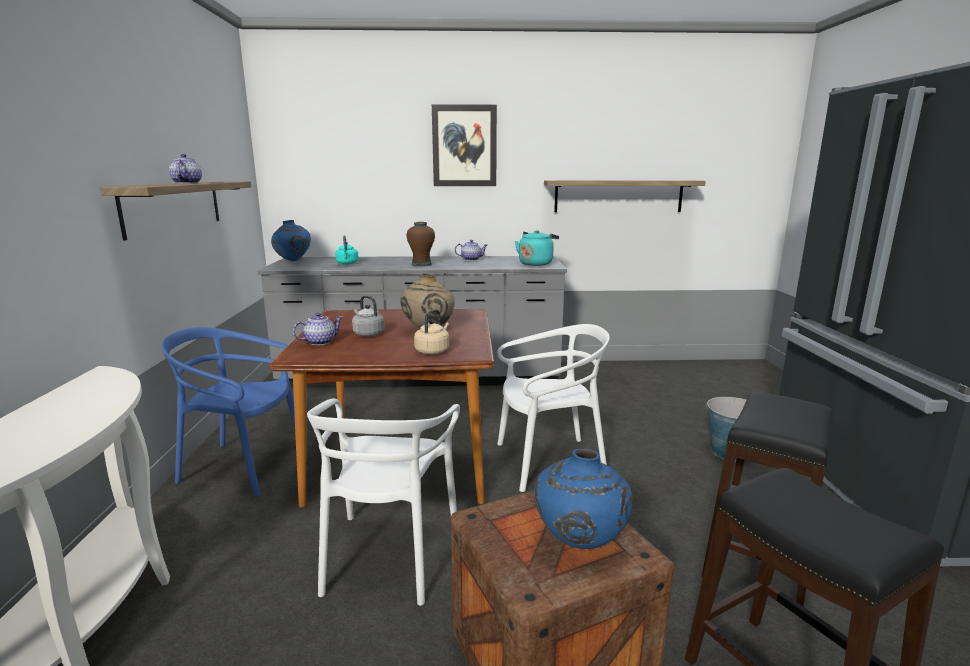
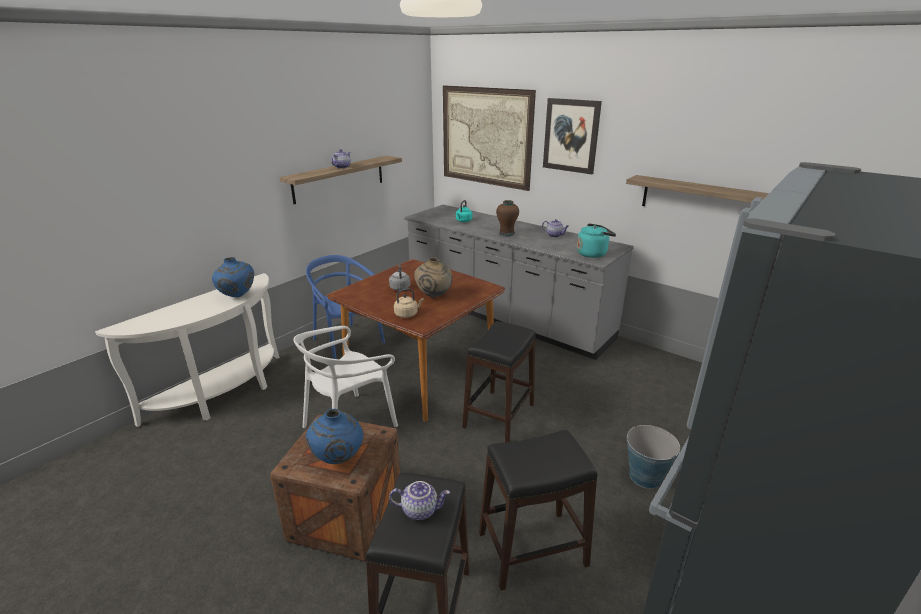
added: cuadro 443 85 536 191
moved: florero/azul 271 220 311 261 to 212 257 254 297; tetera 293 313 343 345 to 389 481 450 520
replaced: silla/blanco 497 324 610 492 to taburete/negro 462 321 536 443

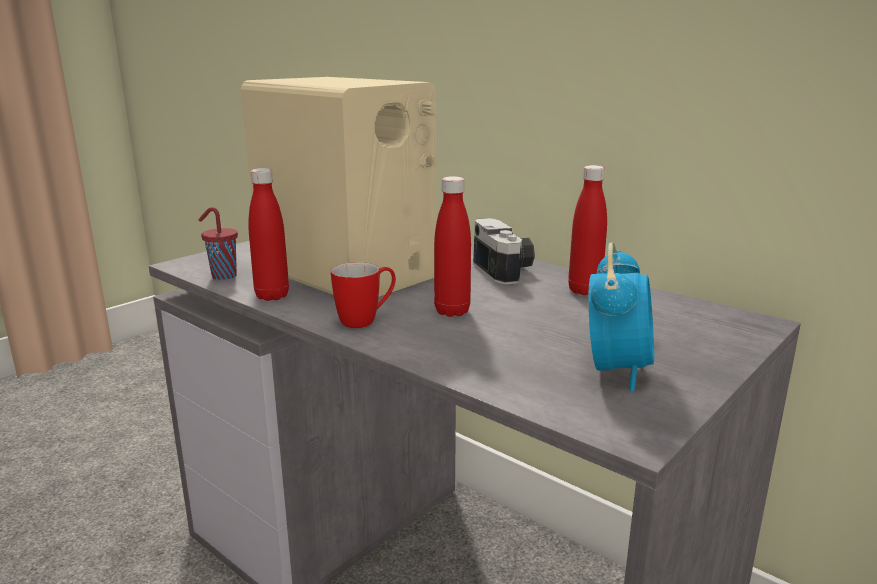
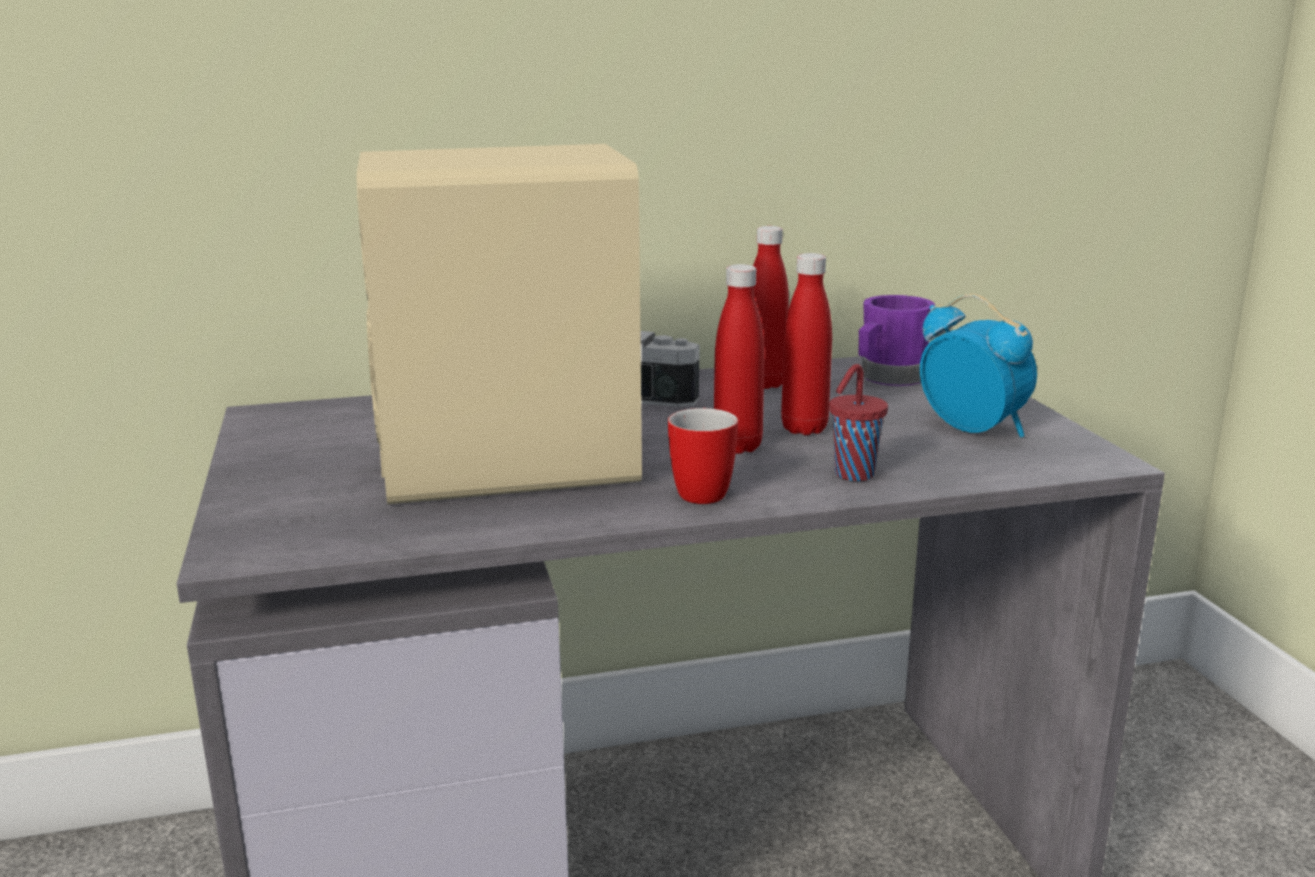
added: taza grande/morado 859 295 935 386
moved: botella/rojo 248 168 289 301 to 781 253 832 435; taza/rojo 199 207 238 280 to 829 364 888 481

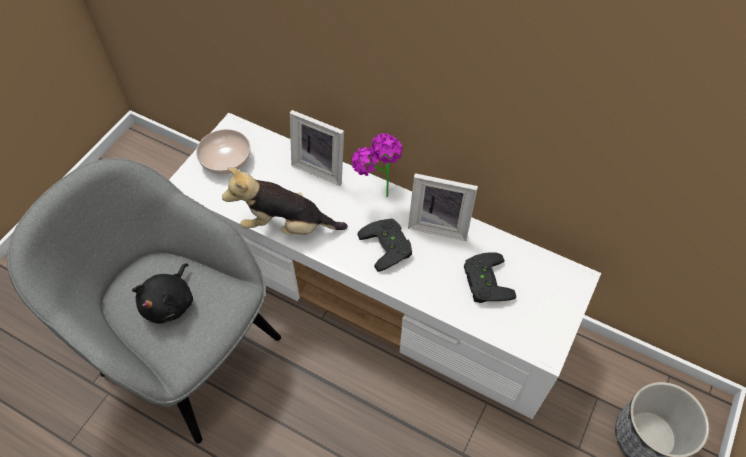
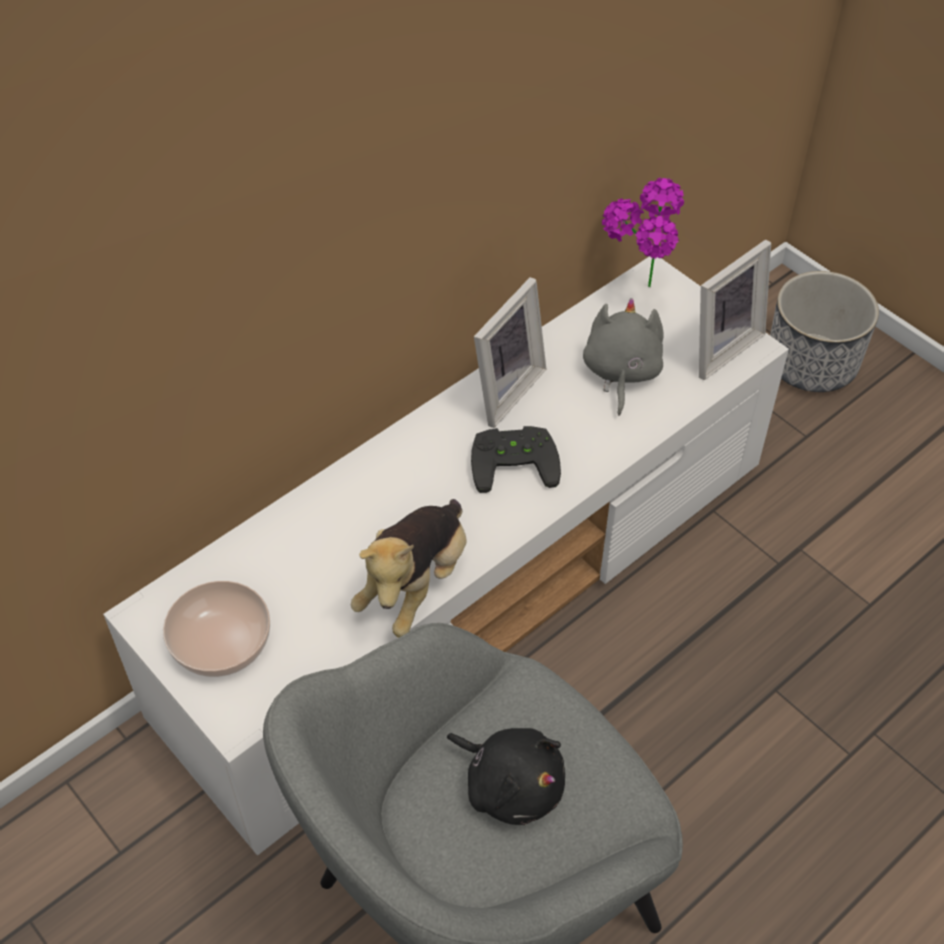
moved: portarretratos 290 110 344 186 to 699 239 771 380; planta en maceta 351 133 403 197 to 602 178 684 287
replaced: mando de consola/negro 464 252 516 303 to peluche/gris 583 298 663 416

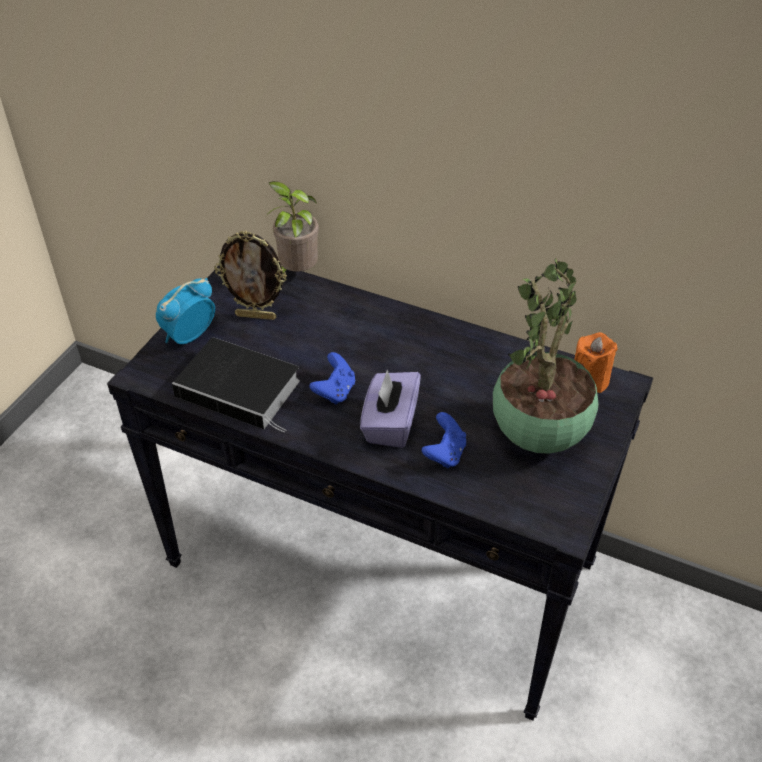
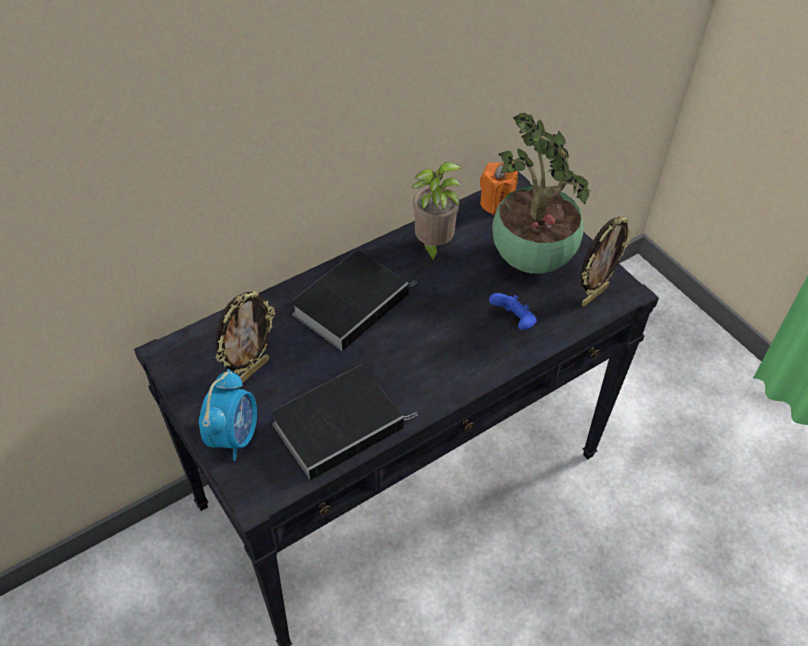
removed: mando de consola/azul 310 352 355 404; caja de pañuelos/morado 360 370 421 448
added: portarretratos 581 216 631 307; libro 291 250 417 351
moved: planta en maceta 266 181 319 273 to 411 162 461 265
turned: despertador 156 278 215 344 = 199 369 257 461 150 degrees counterclockwise

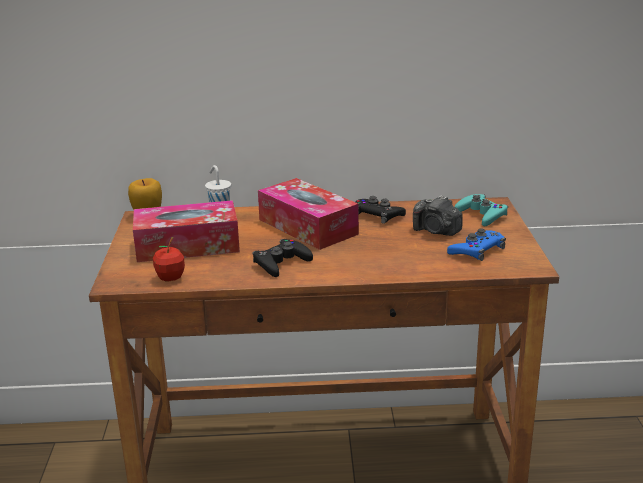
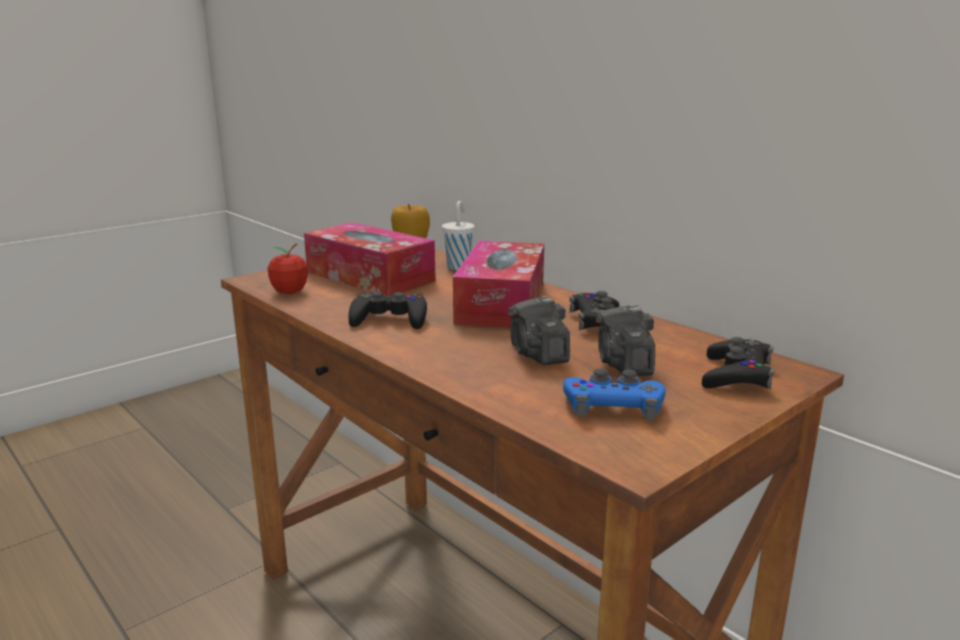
added: cámara 508 296 570 365
recoloured: mando de consola/turquesa 455 194 508 226 to mando de consola/negro 702 337 774 389

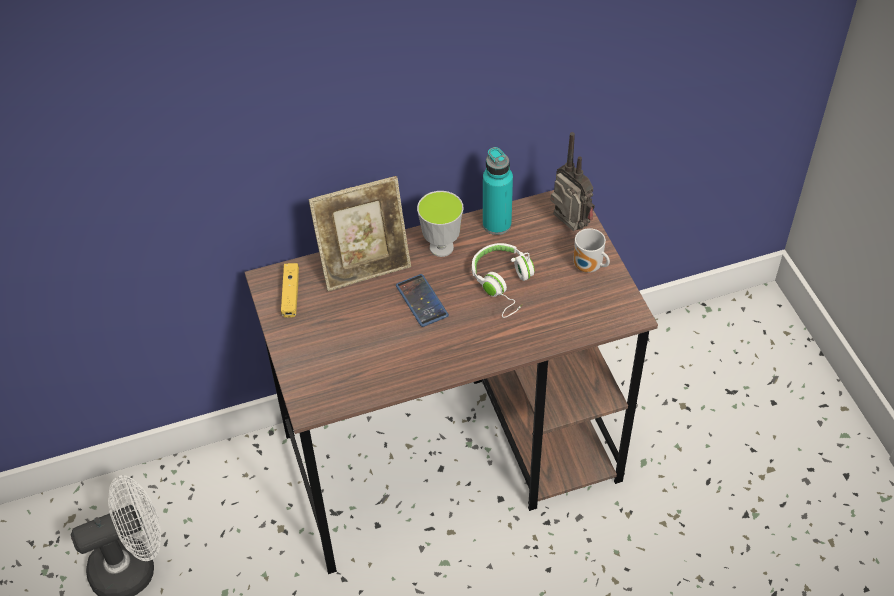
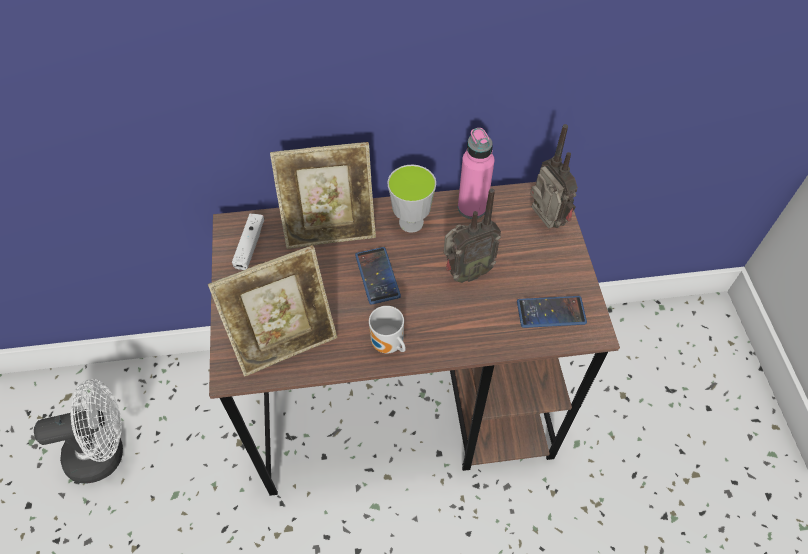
added: portarretratos 208 245 337 377; móvil 517 296 587 328
moved: taza grande 573 228 610 273 to 369 306 406 353
replaced: auriculares/blanco 472 243 535 318 to radio 444 188 501 283
recoloured: botella/turquesa 483 147 513 235 to botella/rosa 458 128 494 219; mando de consola/amarillo 281 263 299 318 to mando de consola/blanco 232 213 265 270

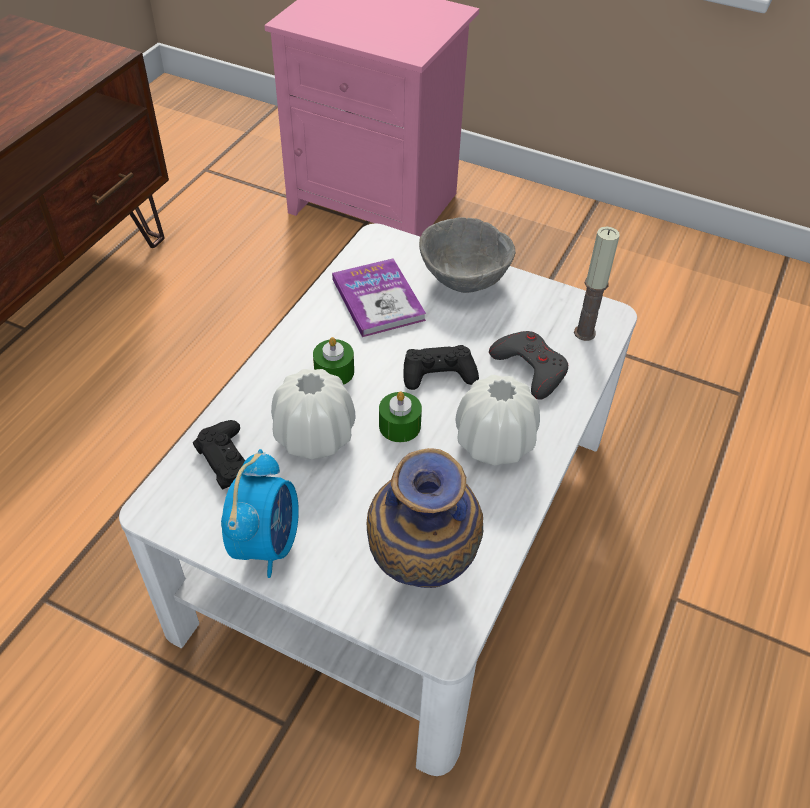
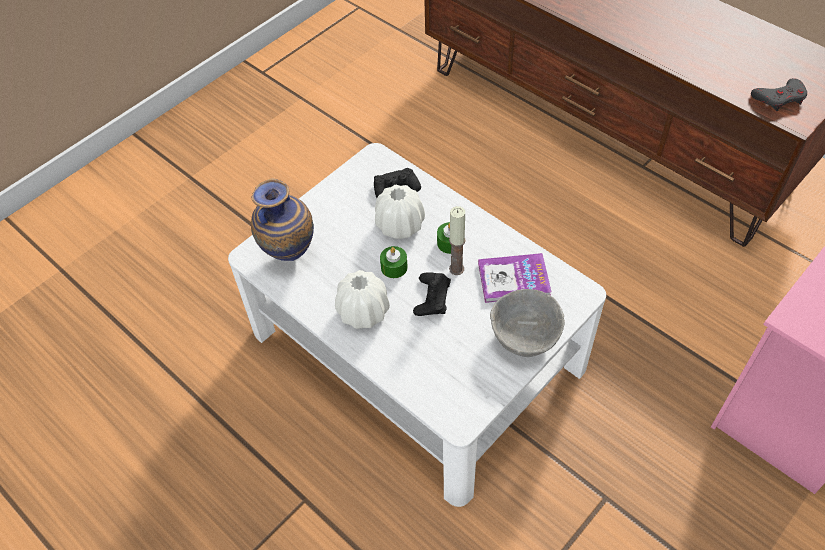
removed: despertador 221 449 299 578
moved: vela 574 226 620 341 to 449 206 465 275; mando de consola/gris 489 331 569 400 to 751 78 807 111

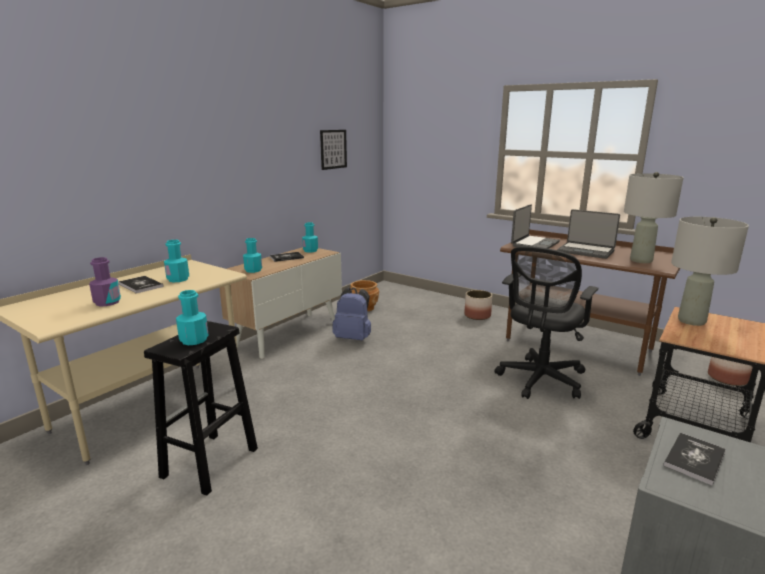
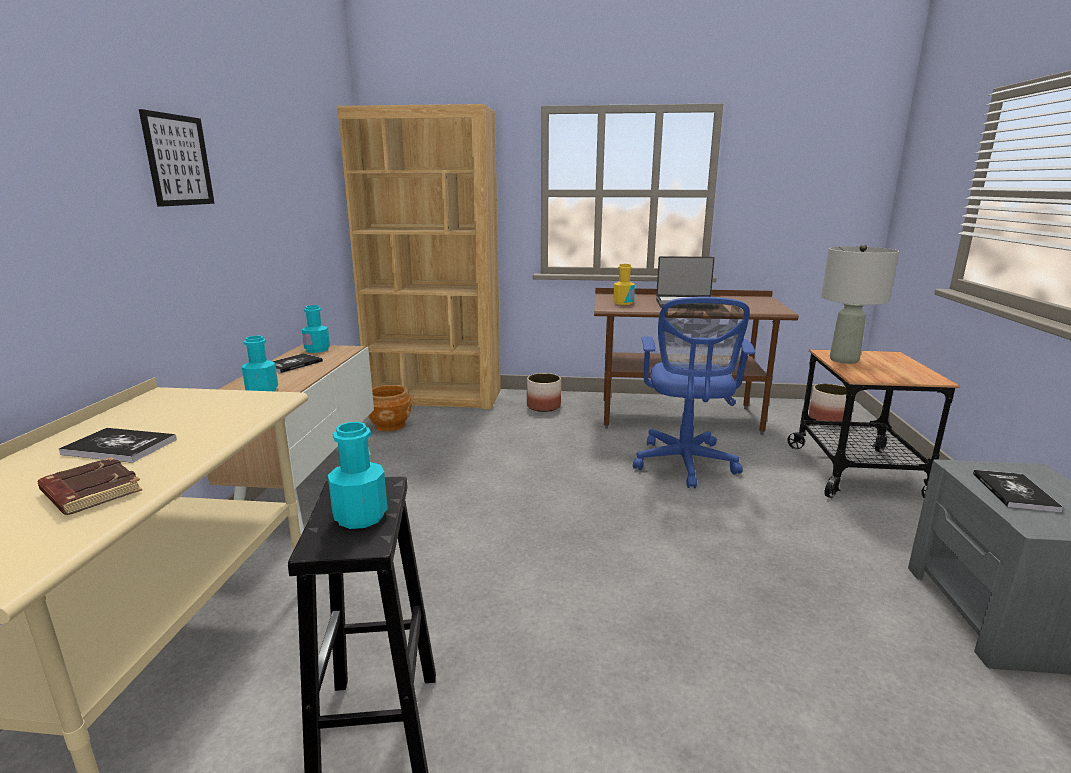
removed: lámpara de mesa/gris 624 172 684 263; botella/turquesa 164 240 189 282; mochila/azul 332 288 371 340
added: estantería/marrón 337 104 501 409
moved: cuadro 320 130 347 170 to 139 109 215 207
replaced: portátil 511 204 560 249 to botella/amarillo 613 264 635 305; botella/morado 89 257 121 306 to libro/marrón 37 457 142 515
recoloured: silla de oficina/negro 495 246 598 399 to silla de oficina/azul 633 297 755 488

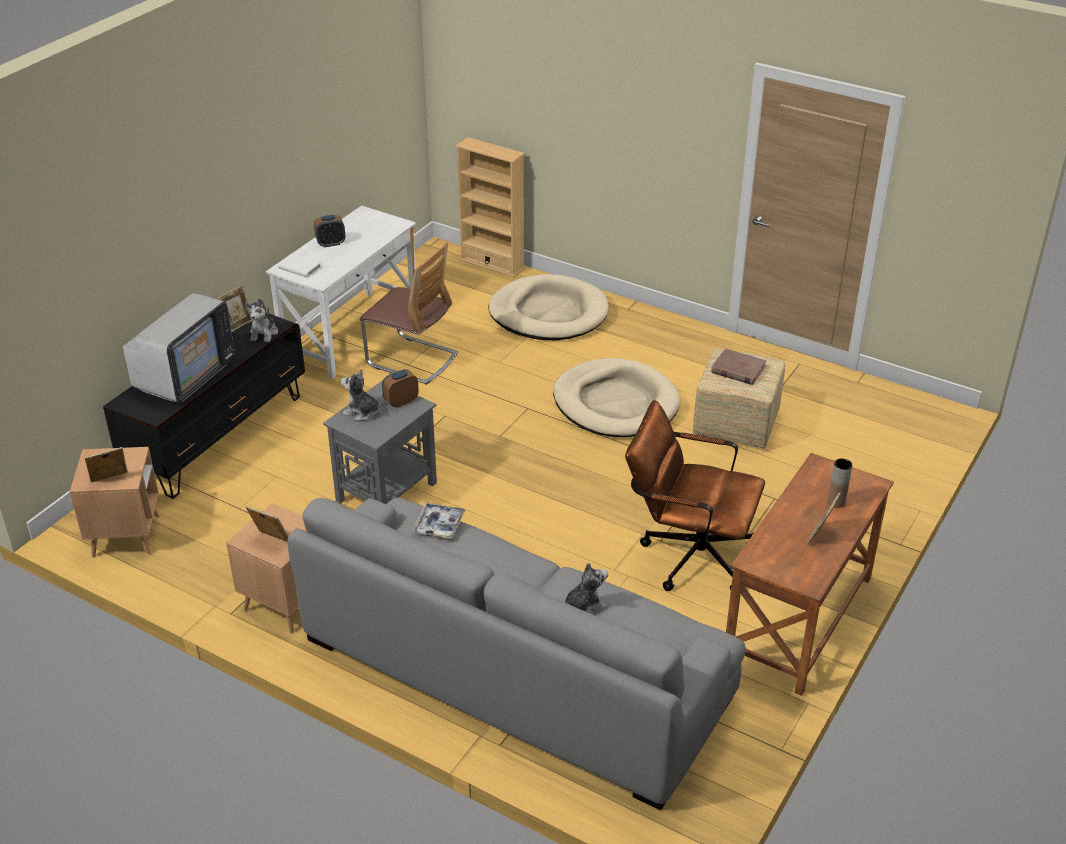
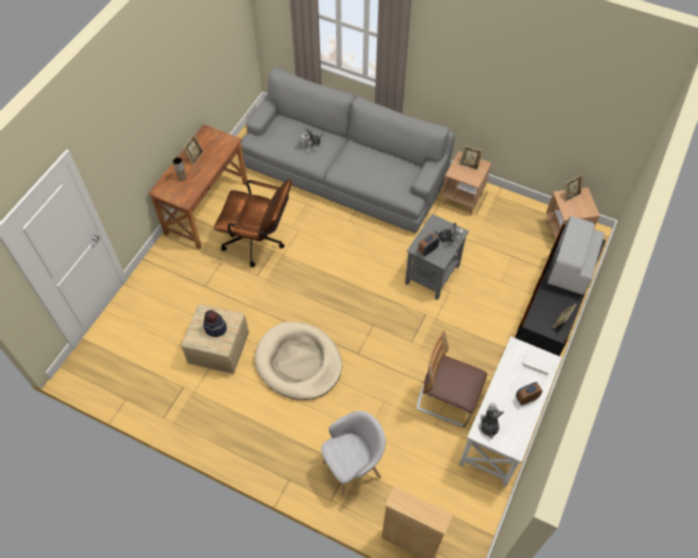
removed: bandeja 412 503 465 539
moved: peluche 244 298 278 342 to 478 403 504 439
replaced: cama para perro/beis 488 274 609 340 to sillón/gris 321 411 386 497; libro/marrón 711 349 766 385 to sombrero 204 310 227 337

